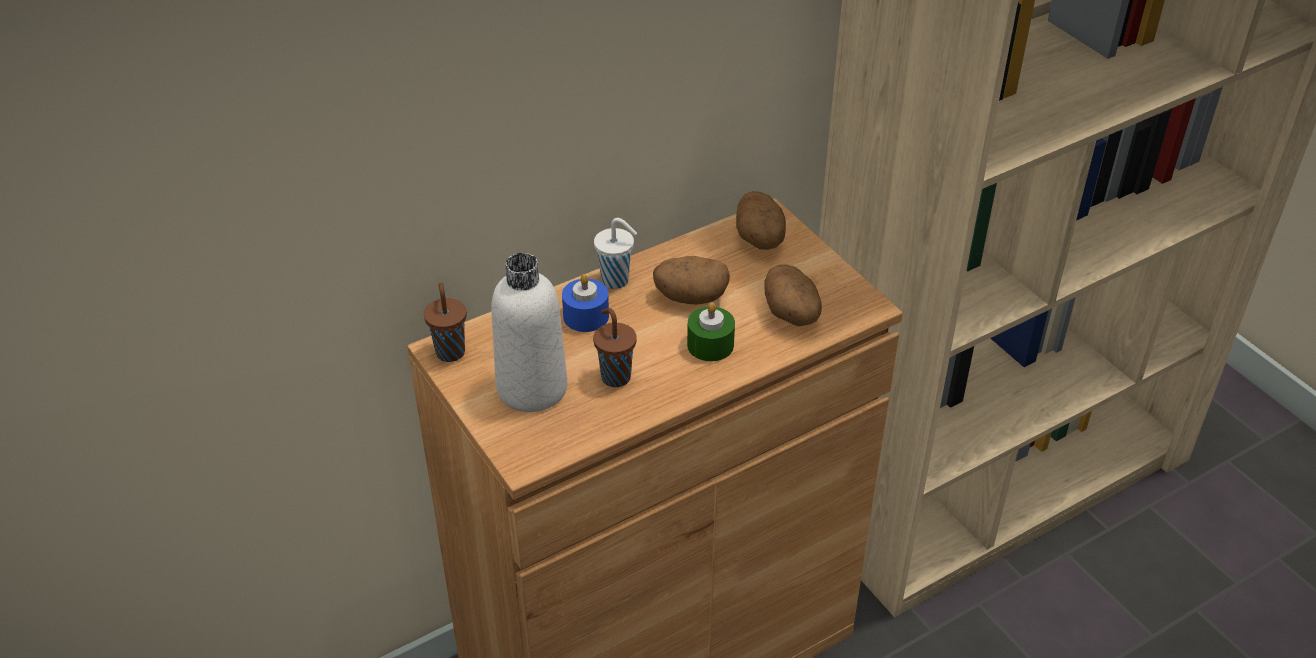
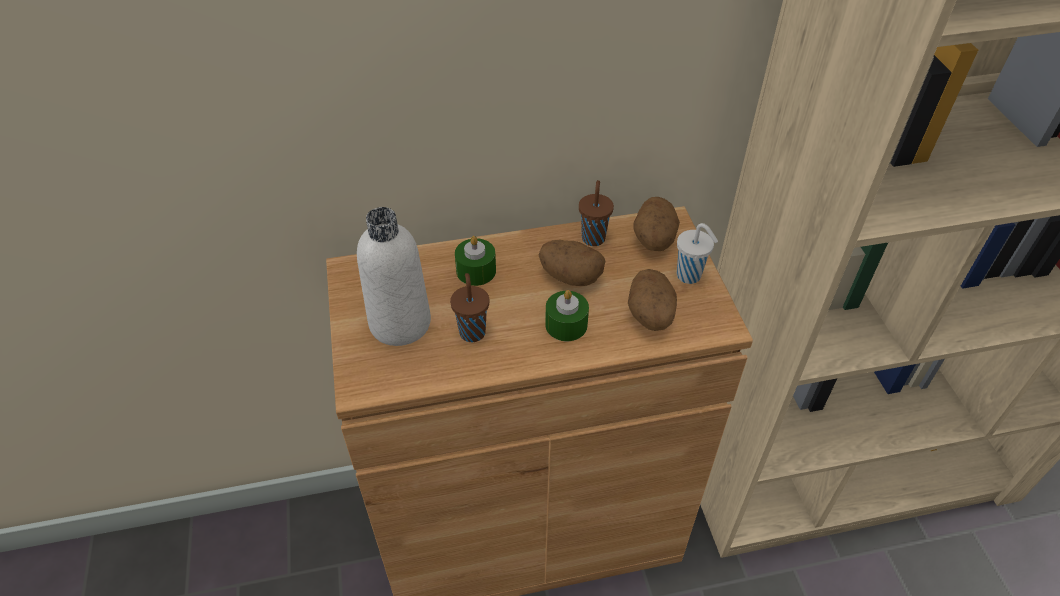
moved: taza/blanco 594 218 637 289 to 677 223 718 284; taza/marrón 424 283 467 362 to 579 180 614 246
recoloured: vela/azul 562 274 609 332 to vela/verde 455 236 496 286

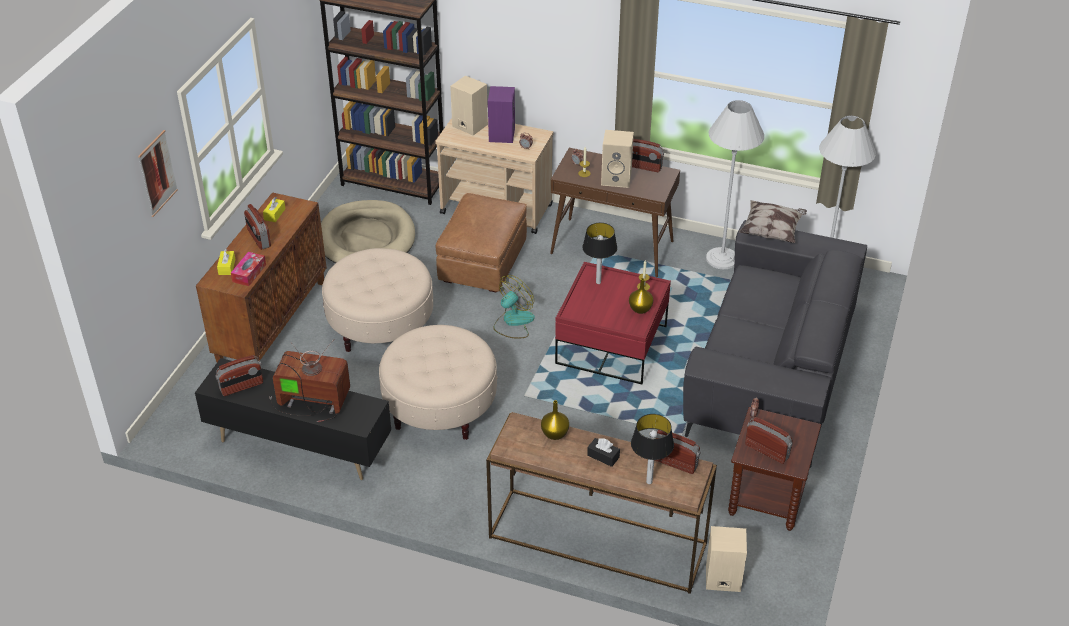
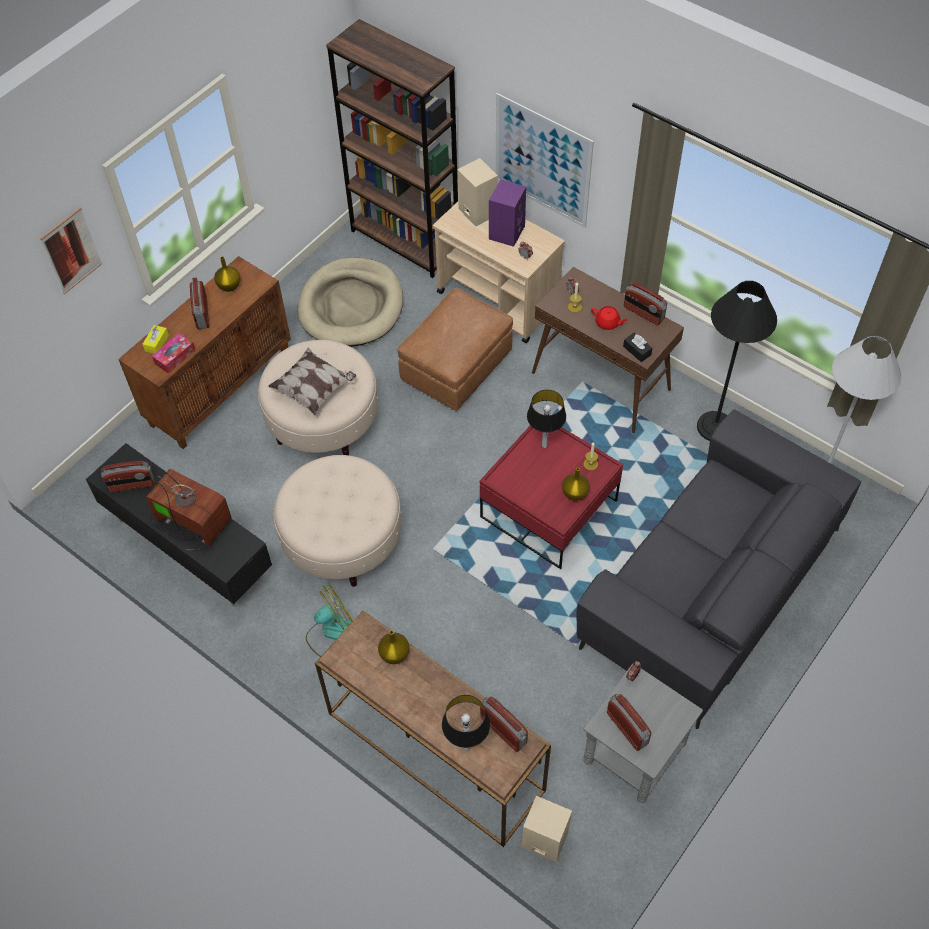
added: cuadro 496 93 594 228
moved: cojín 739 200 807 243 to 268 348 356 415; ventilador 493 275 535 339 to 306 585 353 657; caja de pañuelos/negro 587 438 620 467 to 623 333 652 362
replaced: altavoz/beis 601 130 634 188 to tetera/rojo 591 306 628 330; caja de pañuelos/amarillo 263 197 286 222 to florero/amarillo 214 257 241 292
recoloured: lámpara de pie/blanco 706 100 764 269 to lámpara de pie/negro 697 281 777 441; mesa auxiliar/marrón 728 407 821 531 to mesa auxiliar/gris 583 664 703 803

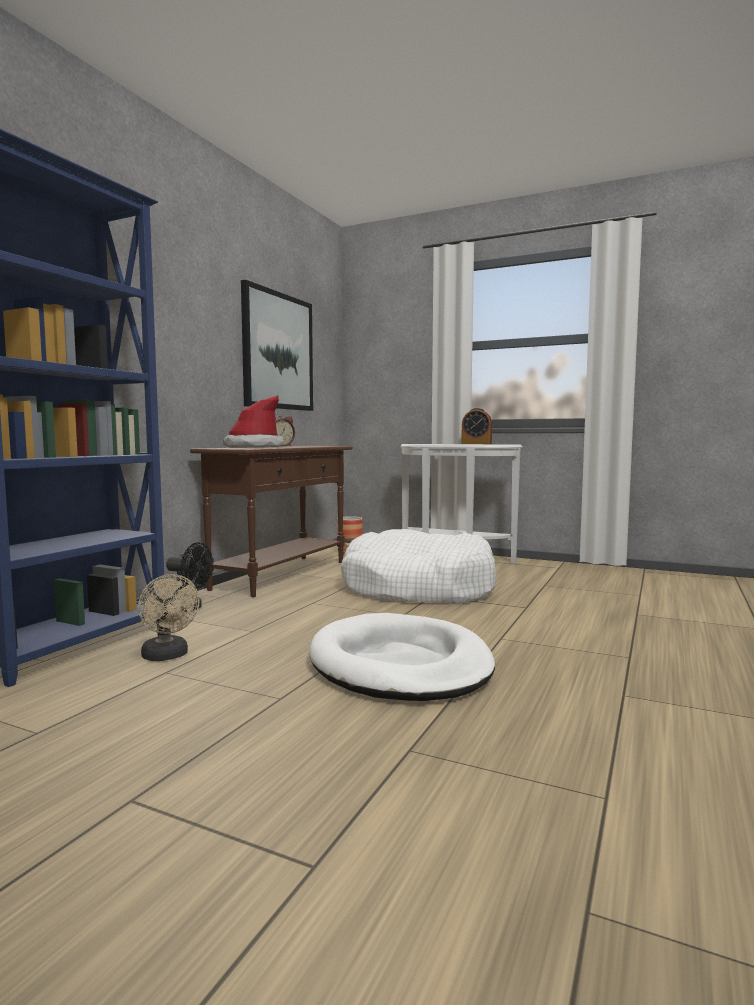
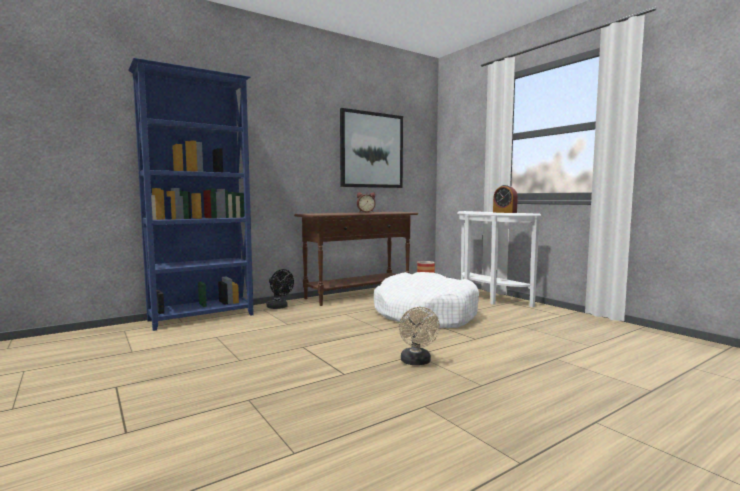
removed: sombrero 223 395 283 448; cama para perro/blanco 309 613 495 701
moved: ventilador/beis 138 574 200 661 to 399 307 440 365

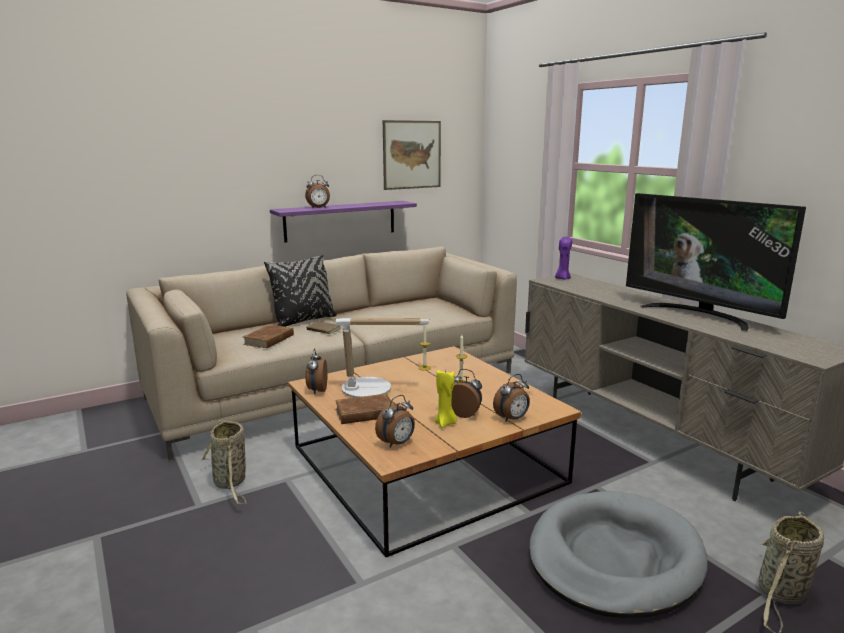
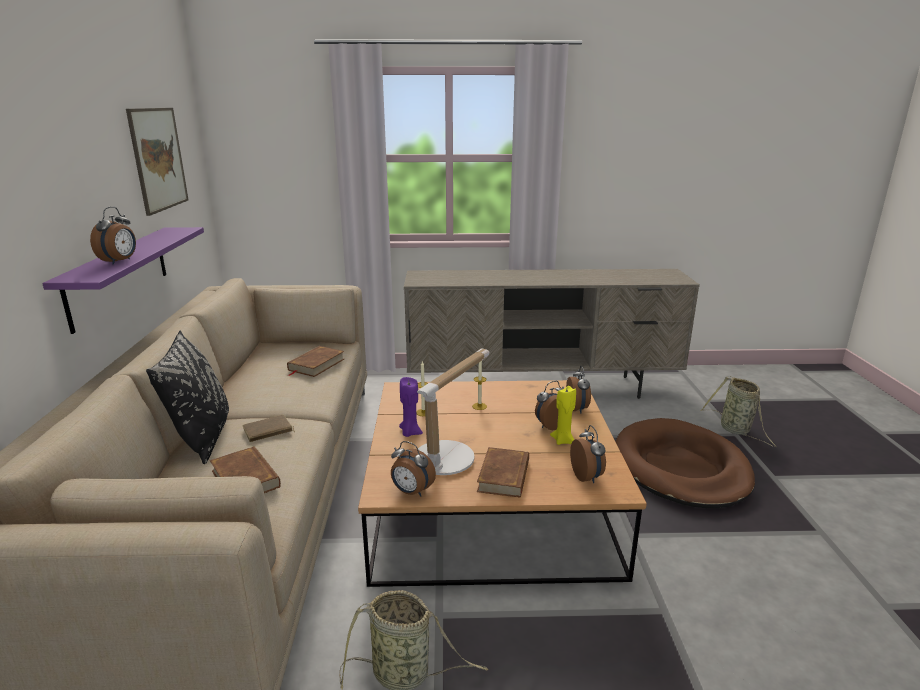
removed: televisor 626 193 806 331
added: libro/marrón 287 346 344 377
moved: vela/morado 555 237 572 280 to 399 377 423 437
recoloured: cama para perro/gris 529 491 707 618 to cama para perro/marrón 615 418 755 508

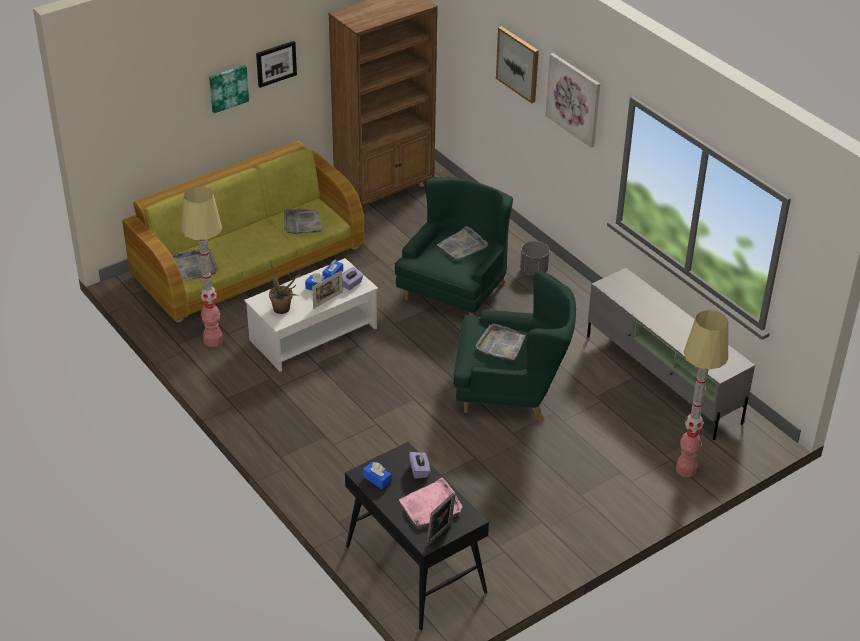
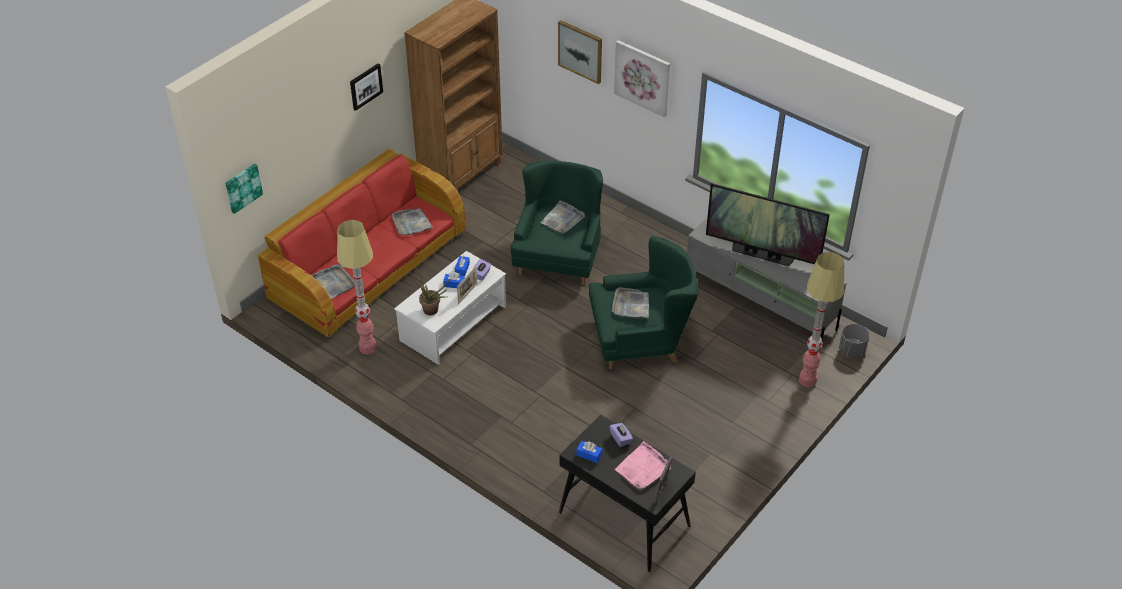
added: televisor 706 183 830 266
moved: cuadro 209 65 249 113 to 225 164 263 214; maceta/gris 520 241 550 276 to 839 324 870 358
recoloured: sofá/verde 122 141 365 322 to sofá/rojo 258 149 466 337

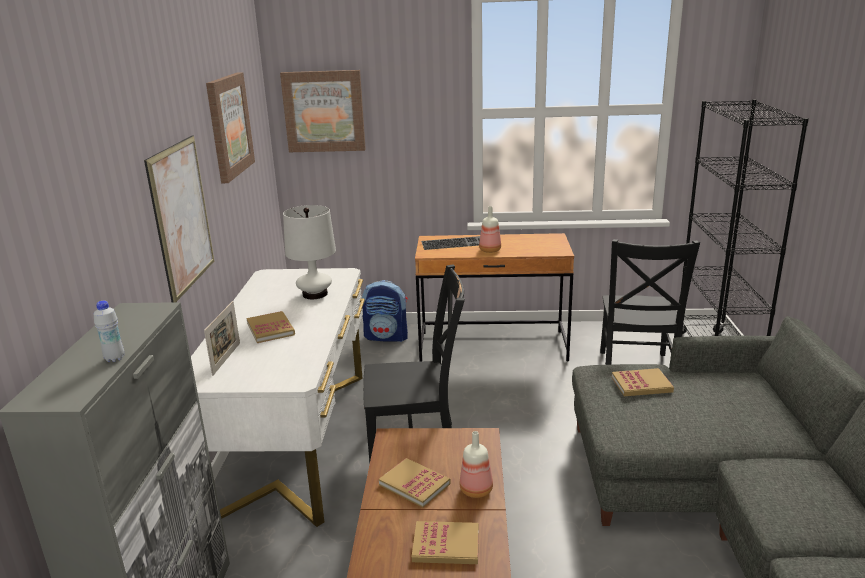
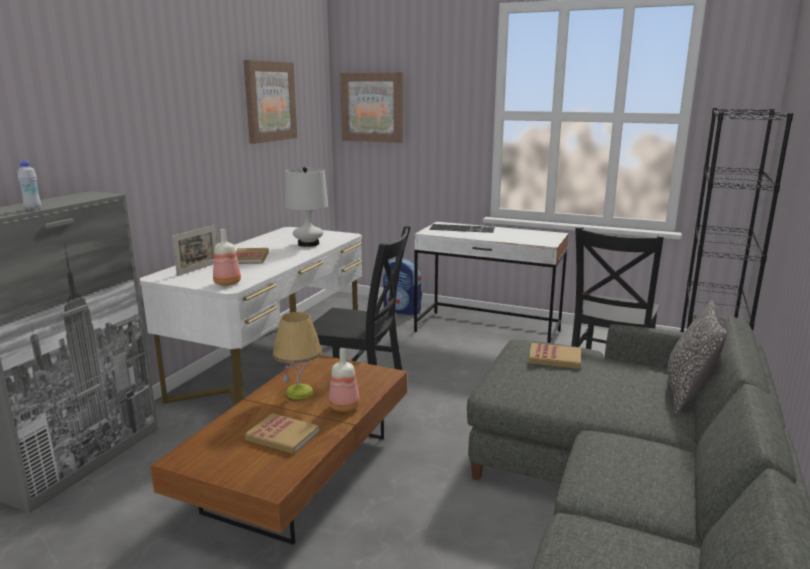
removed: cuadro 144 135 214 302
added: cojín 667 300 727 414
moved: botella 479 206 501 253 to 213 229 241 286
replaced: libro 379 458 451 508 to lámpara de mesa 273 312 322 400
recoloured: escritorio/marrón 415 233 574 362 to escritorio/blanco 414 222 569 343

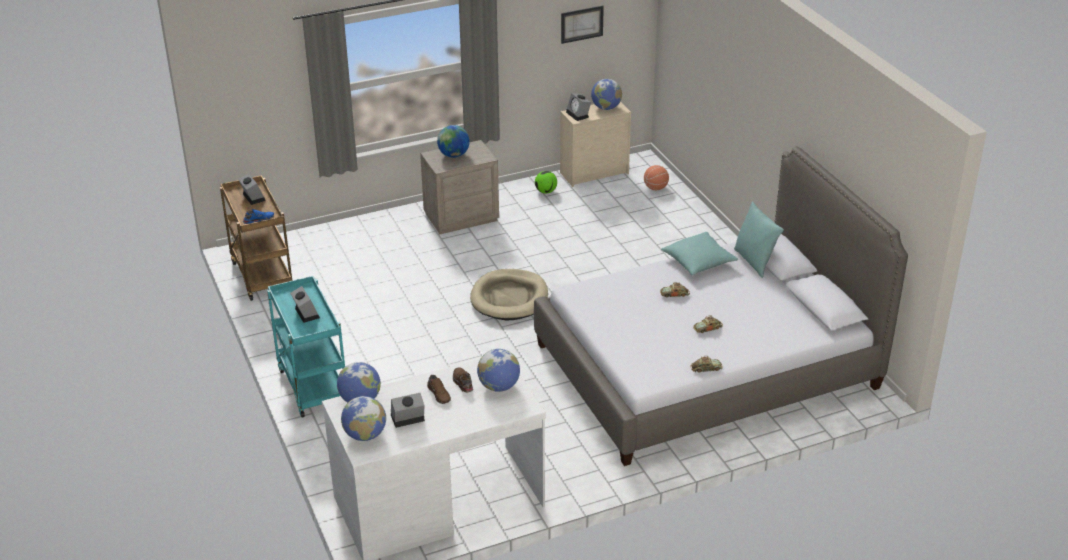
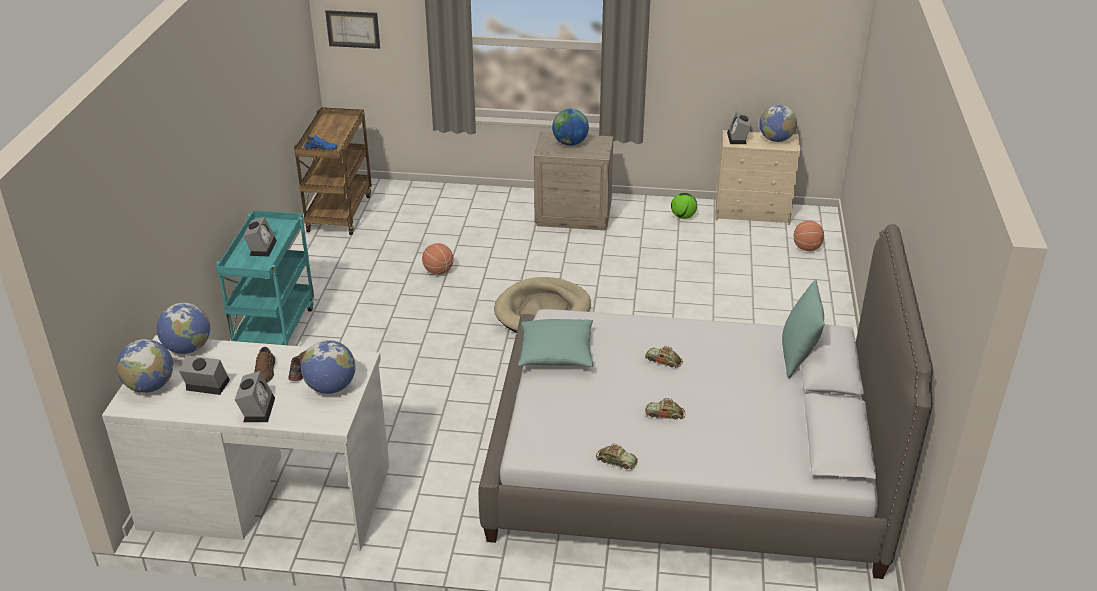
added: balón de baloncesto 422 243 454 275
moved: cuadro 561 6 604 44 to 325 10 380 49; despertador 238 173 266 205 to 235 371 275 422; cojín/turquesa 661 232 738 276 to 518 319 593 367

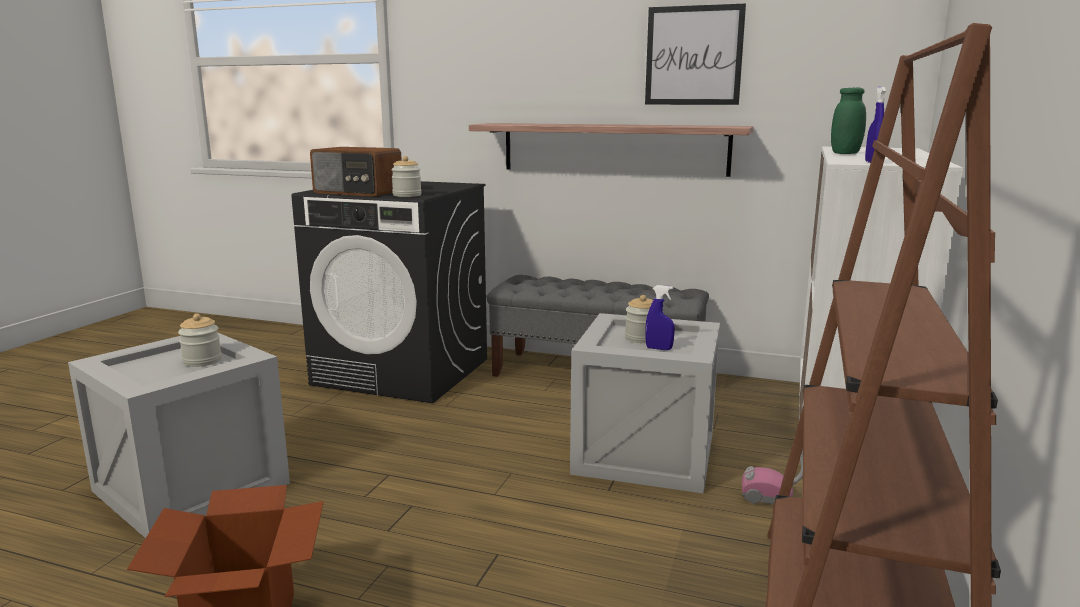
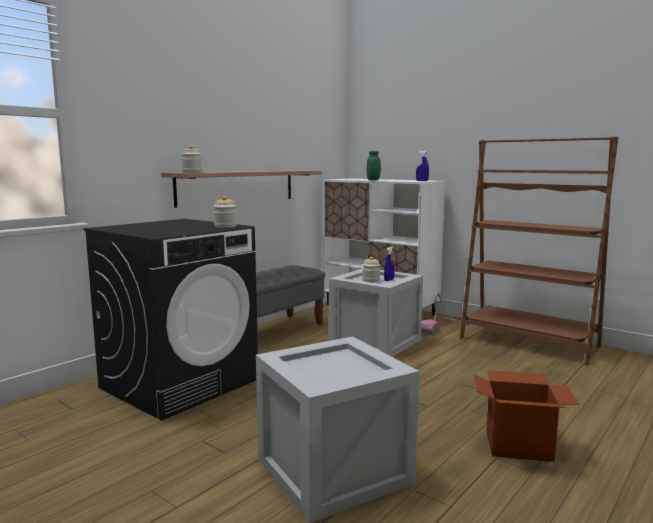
removed: cuadro 645 4 746 105; radio 310 147 402 196
moved: tarro 178 314 222 367 to 182 145 202 172

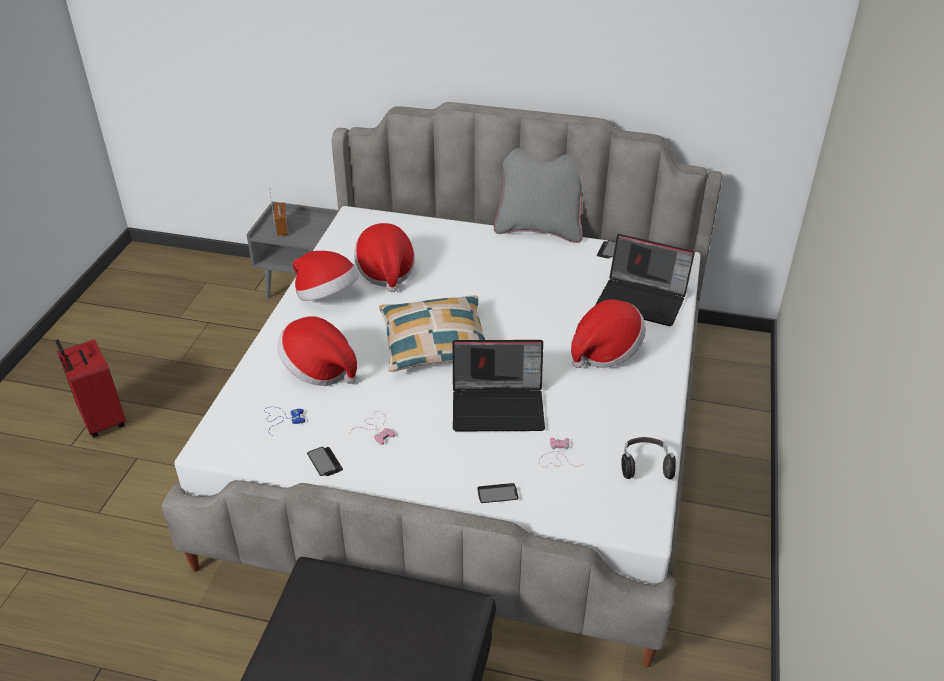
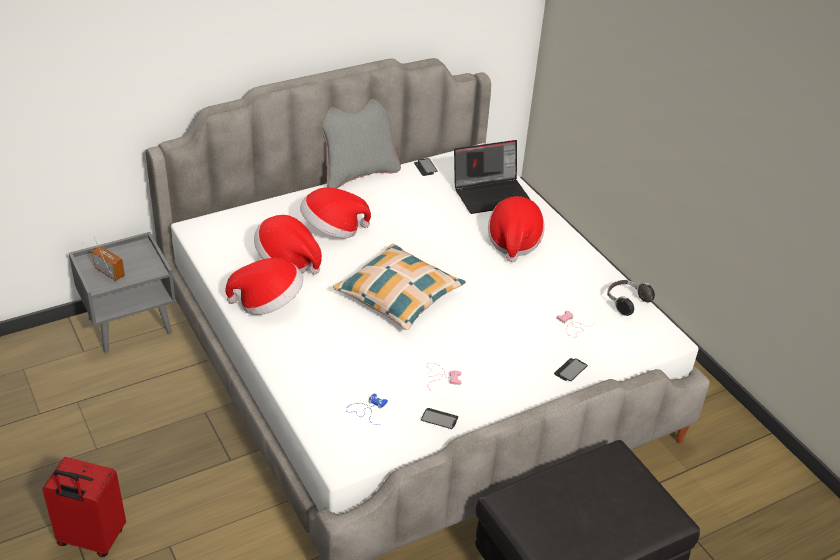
removed: portátil 452 340 545 431
moved: sombrero 278 316 357 386 to 300 187 371 238

